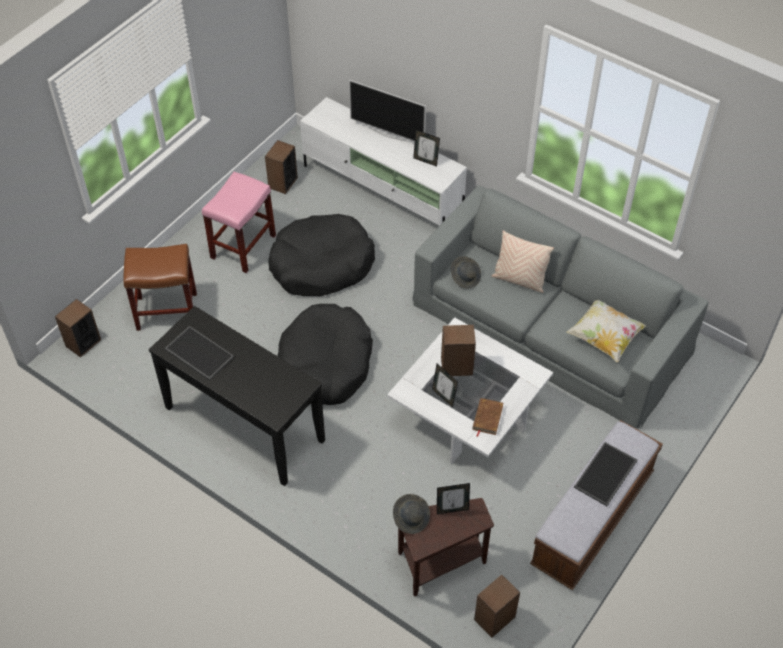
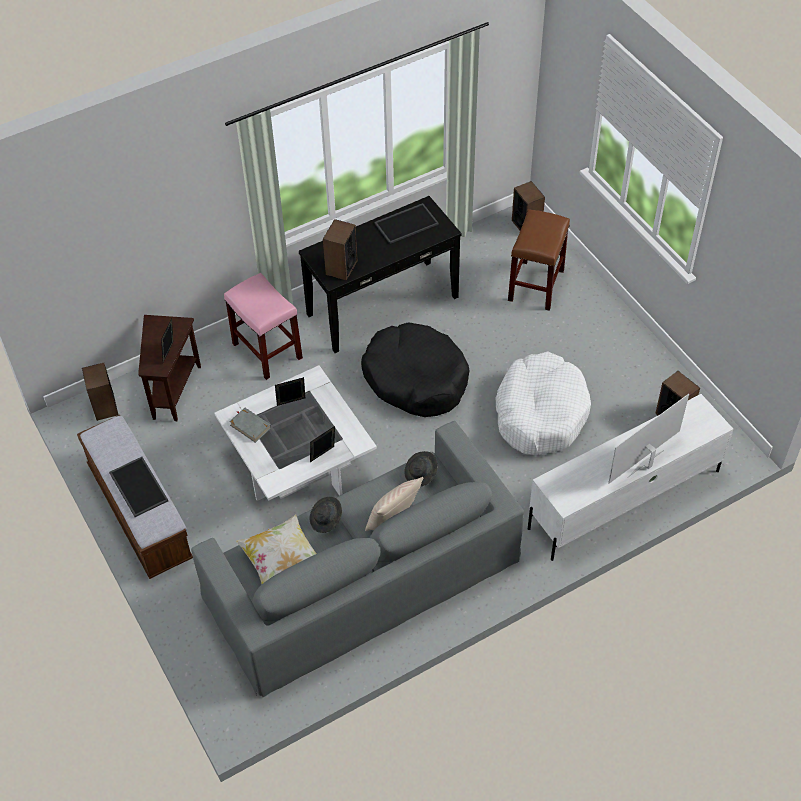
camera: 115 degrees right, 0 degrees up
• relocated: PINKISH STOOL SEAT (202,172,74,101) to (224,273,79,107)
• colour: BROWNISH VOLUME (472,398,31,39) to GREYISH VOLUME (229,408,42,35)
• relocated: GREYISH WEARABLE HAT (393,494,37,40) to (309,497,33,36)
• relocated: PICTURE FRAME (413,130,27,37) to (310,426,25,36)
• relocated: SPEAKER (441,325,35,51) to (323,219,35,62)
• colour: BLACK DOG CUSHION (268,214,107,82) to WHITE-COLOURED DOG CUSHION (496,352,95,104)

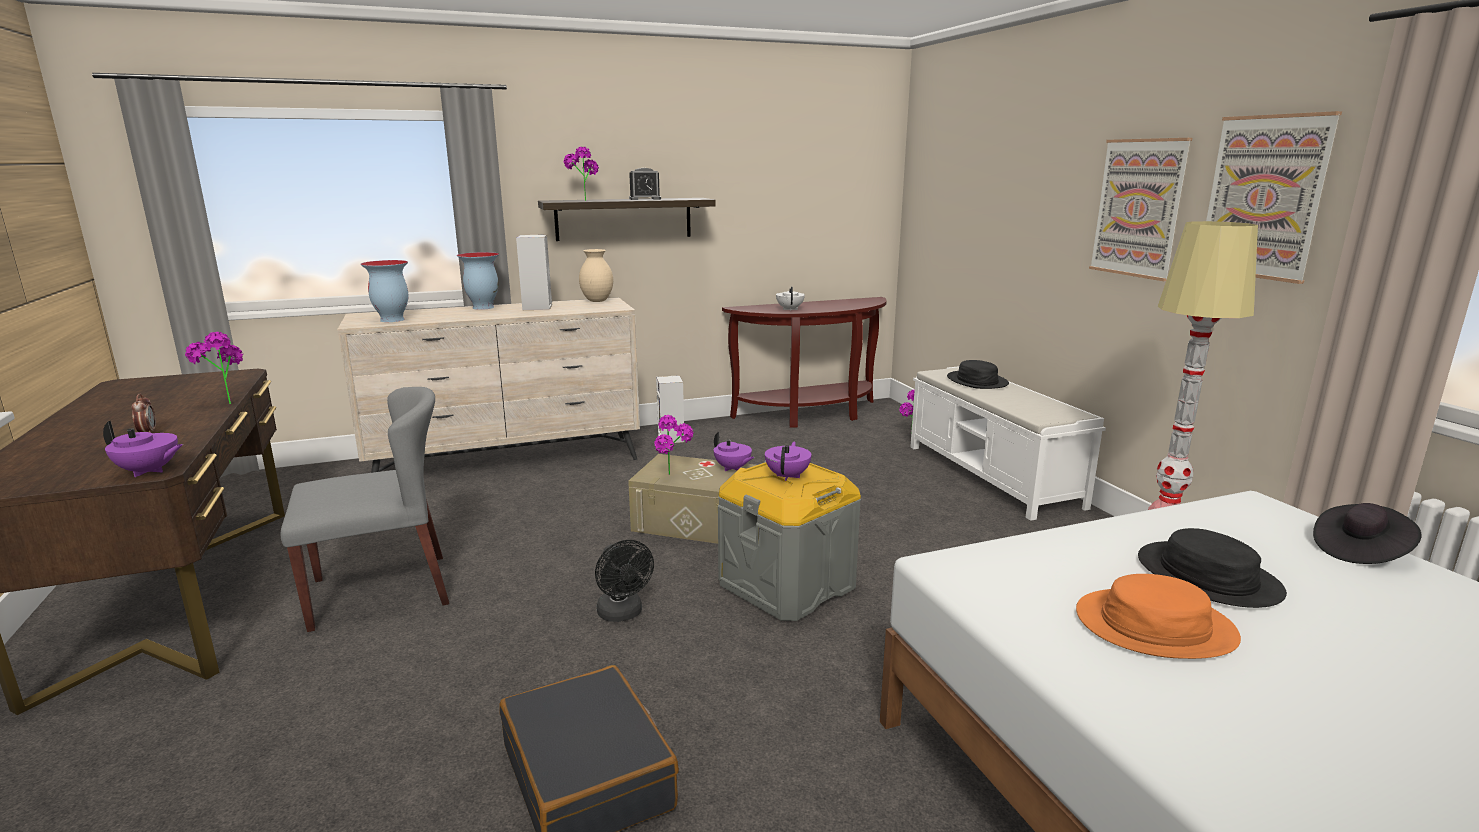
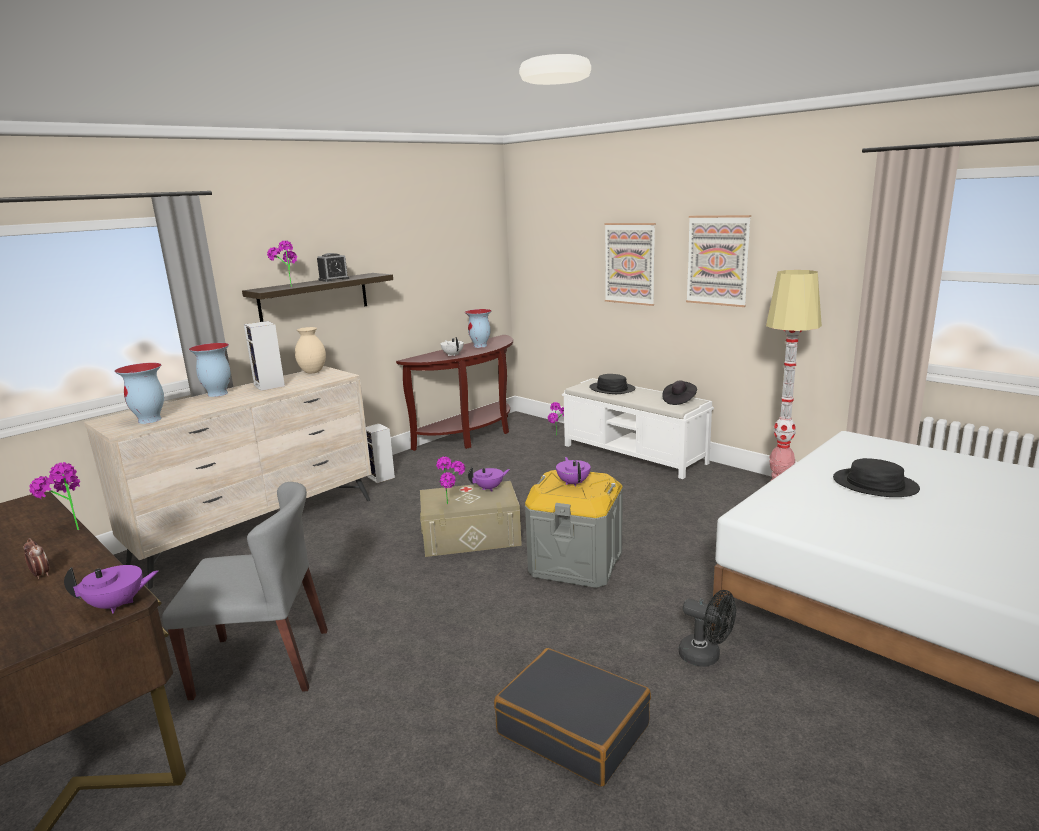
camera: 25 degrees left, 0 degrees up
• spun: GREYISH CHAIR (280,387,169,245) = (162,482,166,218) 45 degrees clockwise
• appeared: FLOWER VASE (465,309,26,39)
• spun: PURPLISH TEAPOT (714,432,40,39) = (468,467,42,24) 45 degrees counterclockwise
• relocated: PICTURE (1206,111,136,173) to (604,223,52,83)
• relocated: BLACK WEARABLE HAT (1313,503,109,61) to (662,381,35,24)
• relocated: BLACK COOLING FAN (595,540,59,82) to (679,590,57,77)
• missing: ORANGEY WEARABLE HAT (1076,574,165,85)

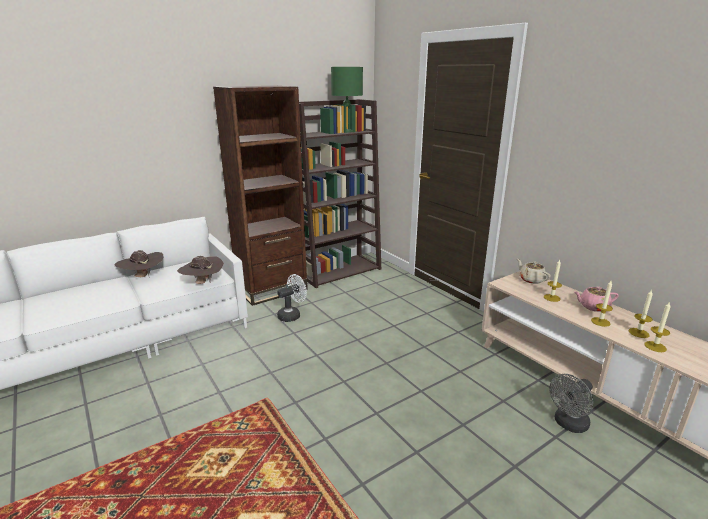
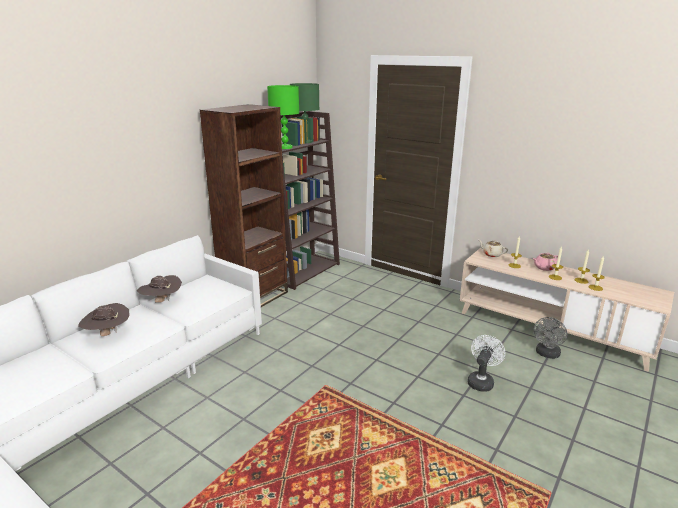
camera: 20 degrees left, 0 degrees up
• relocated: BROWNISH WEARABLE HAT (177,256,47,28) to (78,303,51,33)
• appeared: GREENISH TABLETOP LAMP (267,85,32,64)
• relocated: WHITE-COLOURED COOLING FAN (277,274,30,48) to (468,335,37,57)

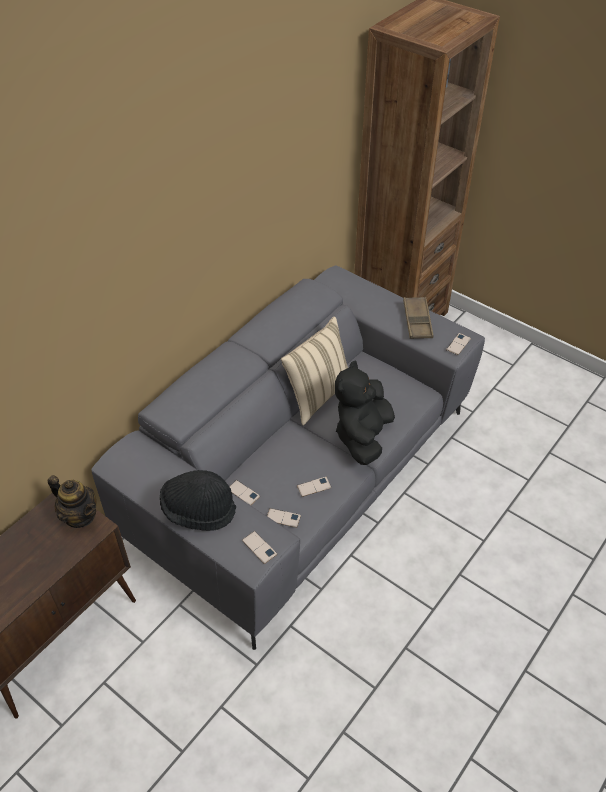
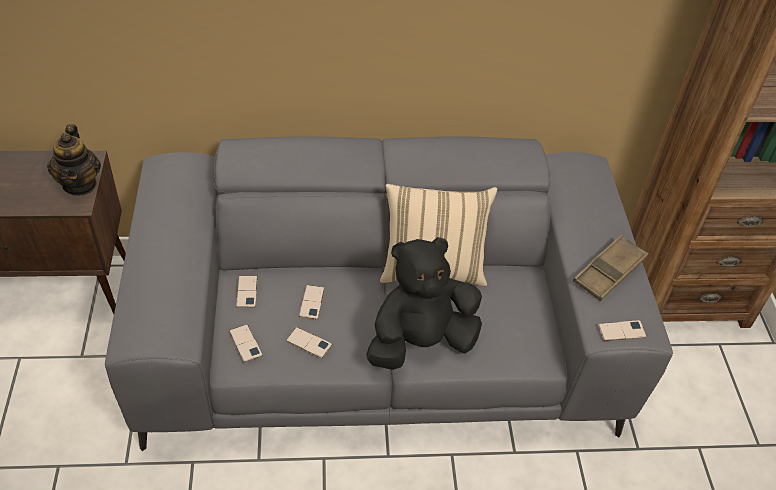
camera: 45 degrees right, 0 degrees up
• relocated: TELEPHONE (242,531,35,33) to (299,285,26,34)
• missing: BLACK WEARABLE HAT (160,470,76,61)

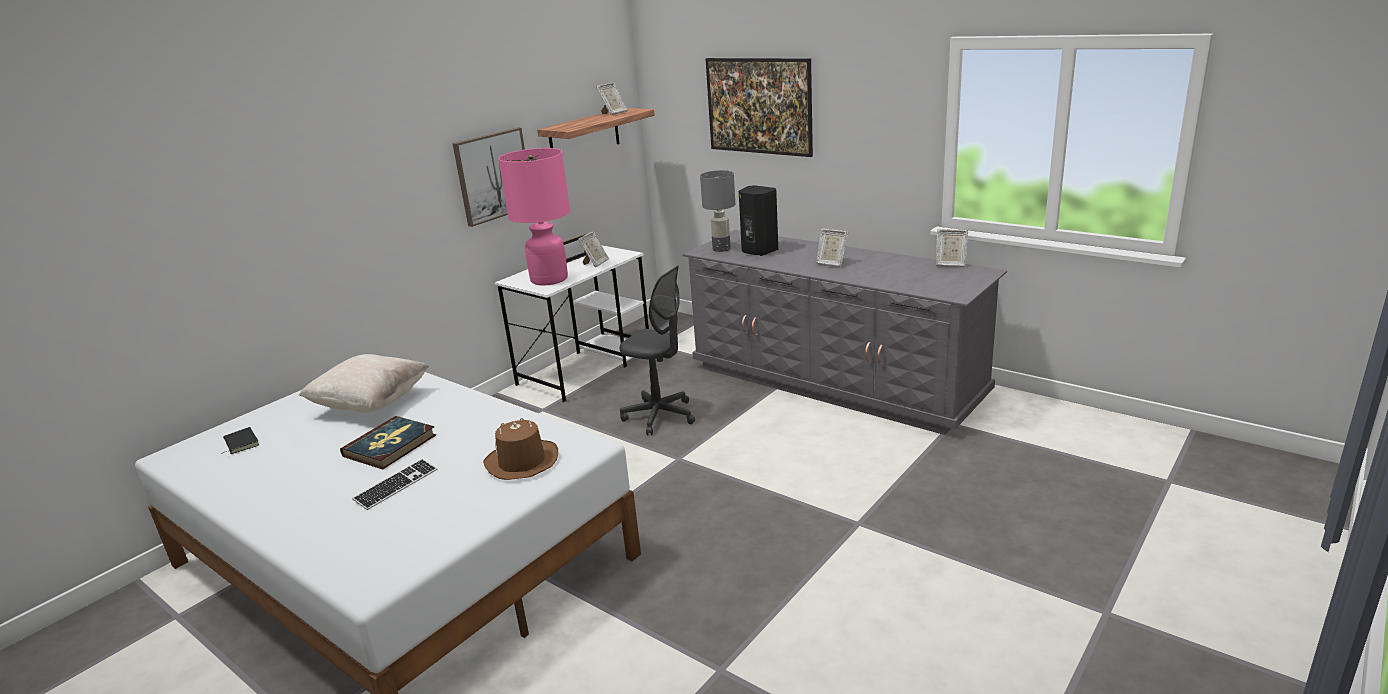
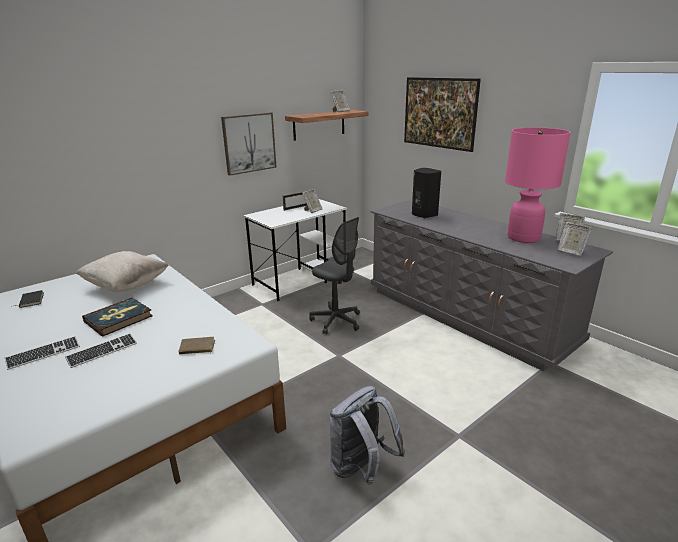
camera: 10 degrees right, 0 degrees up
• appeared: KEYBOARD (5,336,75,34)
• exchanged: BROWNISH WEARABLE HAT (483,418,75,62) to BROWNISH VOLUME (179,337,36,17)
• appeared: GREYISH RUCKSACK (330,386,75,99)
• relocated: PINKISH TABLETOP LAMP (498,148,72,137) to (505,127,66,116)
• relocated: PICTURE FRAME (816,228,32,39) to (558,222,34,35)
• missing: GREYISH TABLETOP LAMP (700,170,35,82)

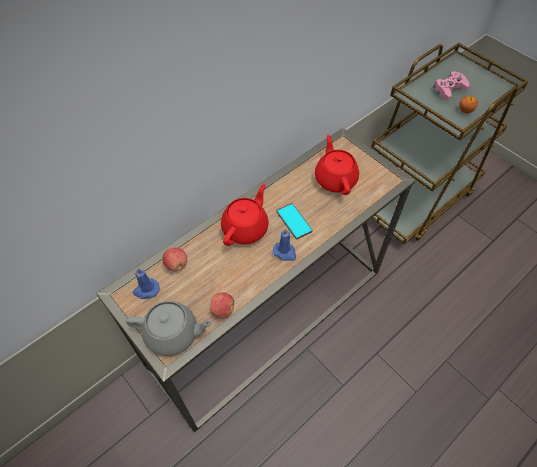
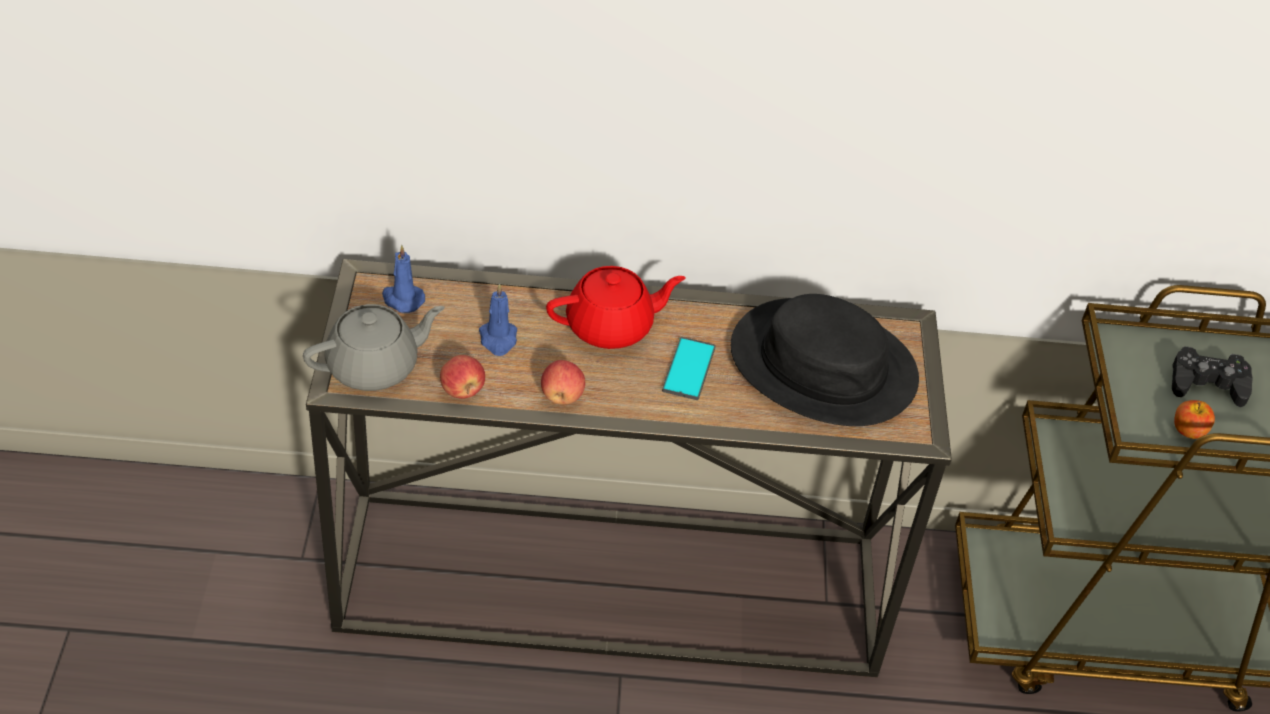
camera: 40 degrees right, 10 degrees down
• spun: GREYISH TEAPOT (126,301,88,55) = (303,304,142,87) 75 degrees counterclockwise
• relocated: BLUISH WAX LIGHT (273,229,23,32) to (479,283,38,73)
• relocated: APPLE (163,247,24,24) to (541,360,44,45)
• exchanged: RED-COLOURED TEAPOT (315,135,44,60) to BLACK WEARABLE HAT (731,294,188,132)
• colour: PINKISH JOYPAD (433,71,37,30) to BLACK JOYPAD (1172,346,81,61)

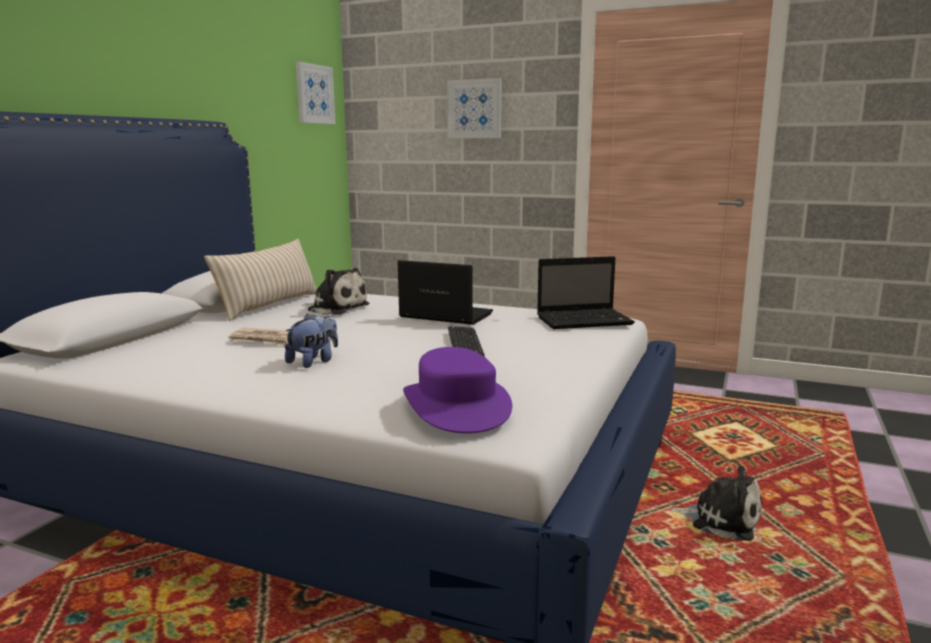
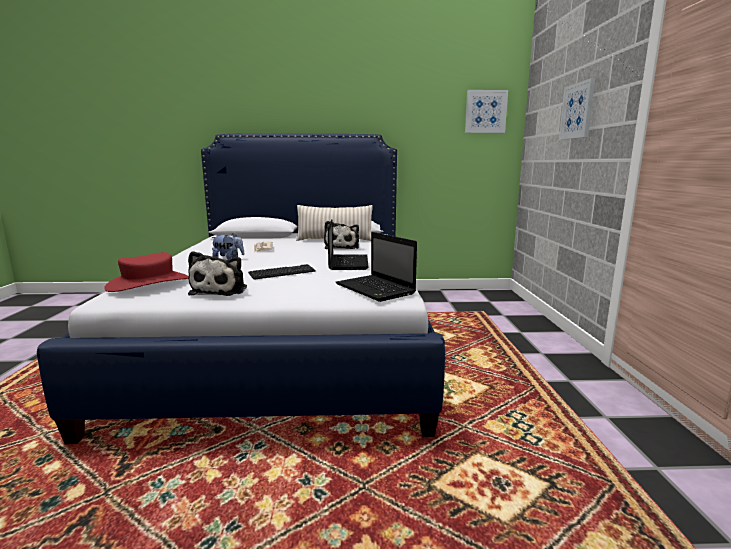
camera: 65 degrees right, 0 degrees up
• colour: PURPLISH WEARABLE HAT (403,347,109,86) to RED-COLOURED WEARABLE HAT (104,252,85,40)
• relocated: PLUSH TOY (669,466,93,75) to (188,251,59,45)

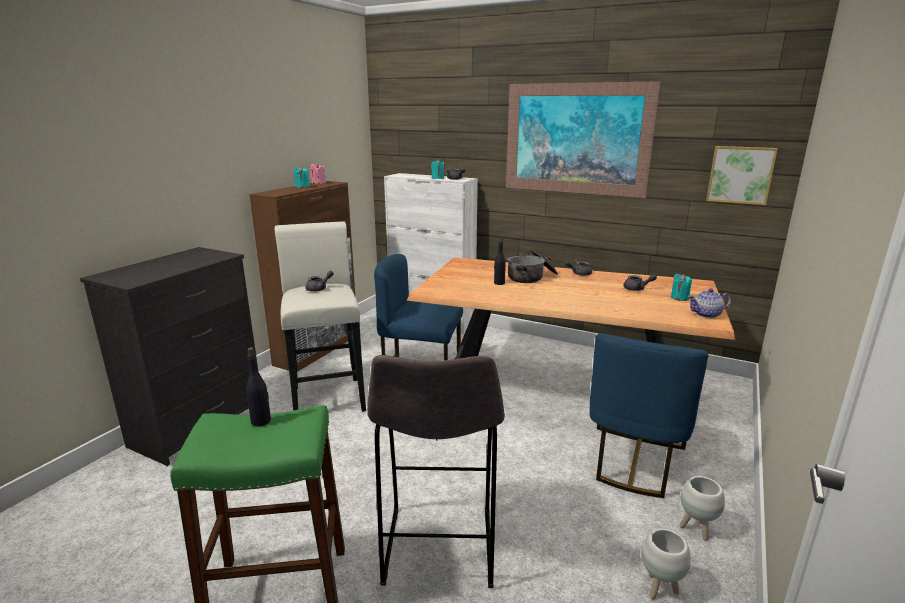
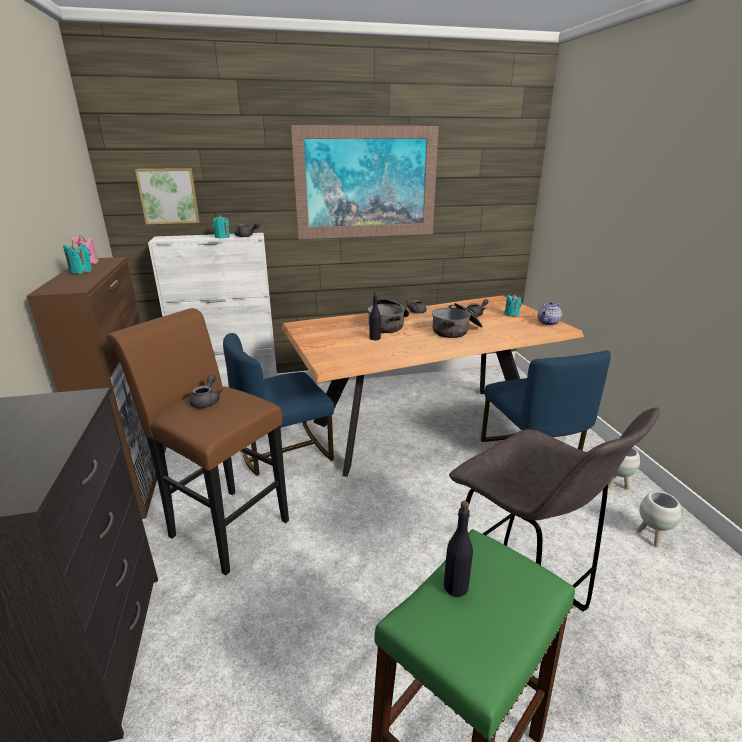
camera: 40 degrees left, 5 degrees up
• colour: WHITE-COLOURED STOOL SEAT (275,221,91,191) to BROWNISH STOOL SEAT (106,308,183,267)
• relocated: PICTURE (706,146,72,59) to (135,168,65,56)
• appeared: COOKING POT (432,303,50,35)

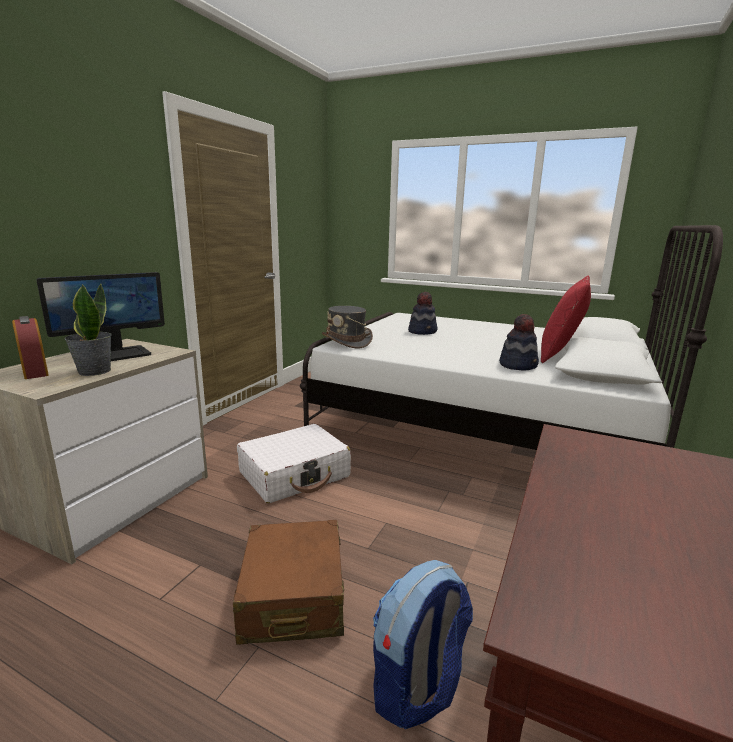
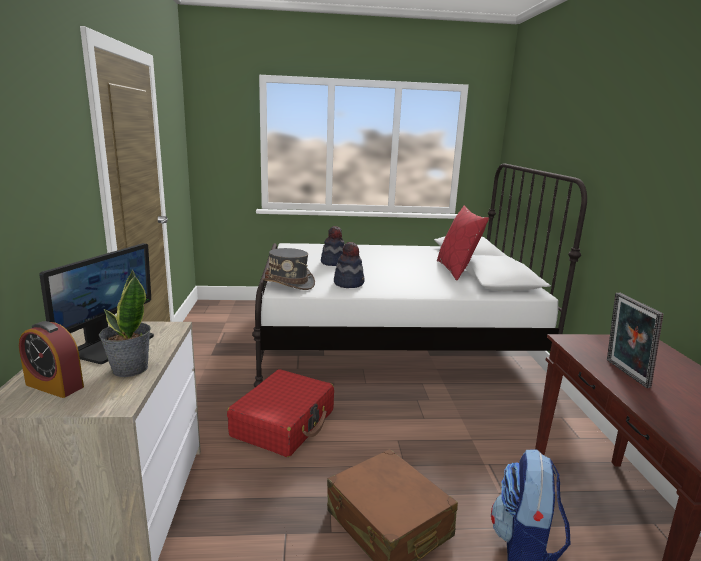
camera: 30 degrees left, 0 degrees up
• colour: WHITE-COLOURED TRAVEL CASE (237,424,114,79) to RED-COLOURED TRAVEL CASE (227,369,107,88)
• relocated: WEARABLE HAT (499,314,40,56) to (334,242,31,46)
• appeared: PICTURE FRAME (607,293,56,95)

